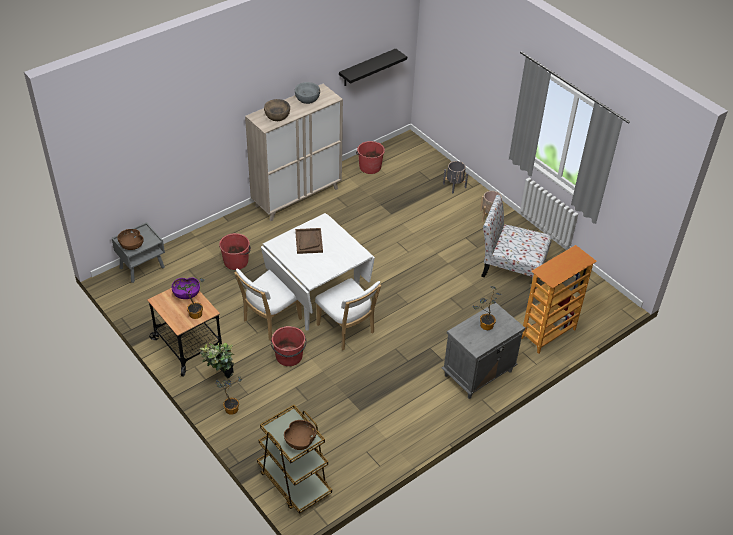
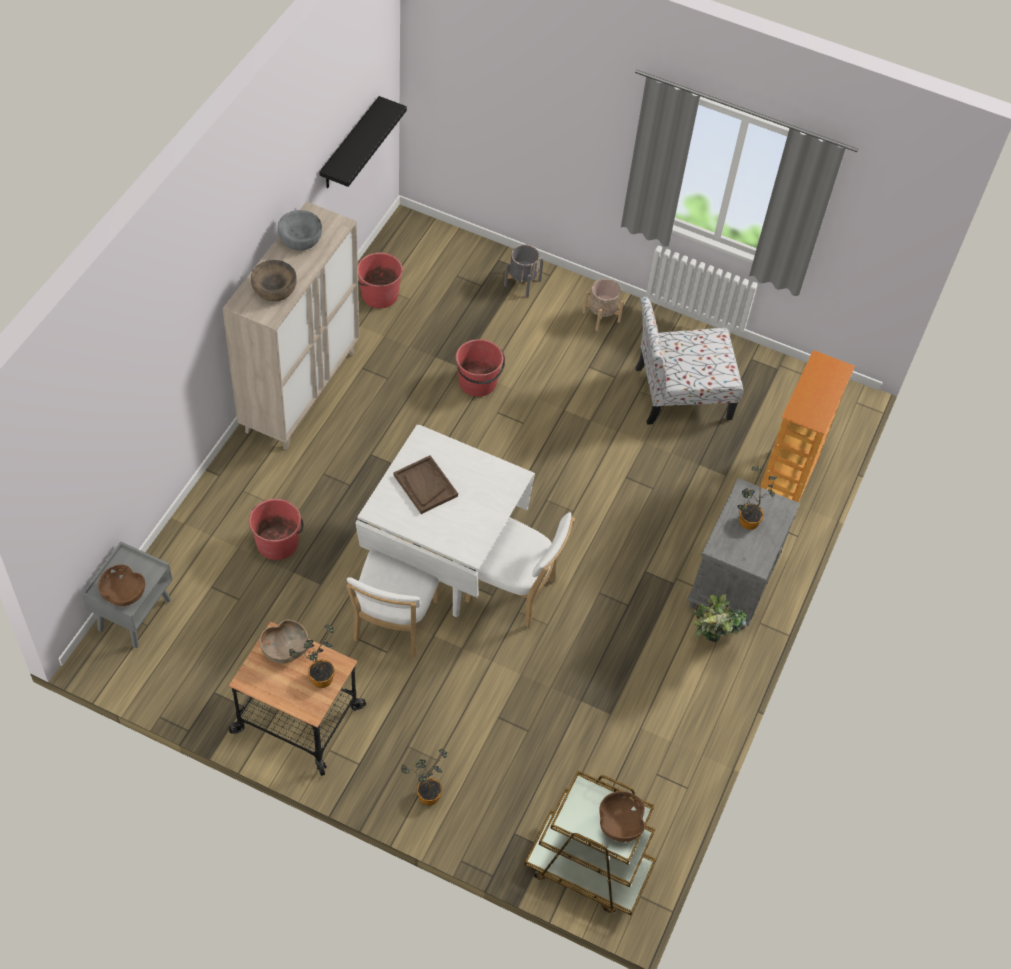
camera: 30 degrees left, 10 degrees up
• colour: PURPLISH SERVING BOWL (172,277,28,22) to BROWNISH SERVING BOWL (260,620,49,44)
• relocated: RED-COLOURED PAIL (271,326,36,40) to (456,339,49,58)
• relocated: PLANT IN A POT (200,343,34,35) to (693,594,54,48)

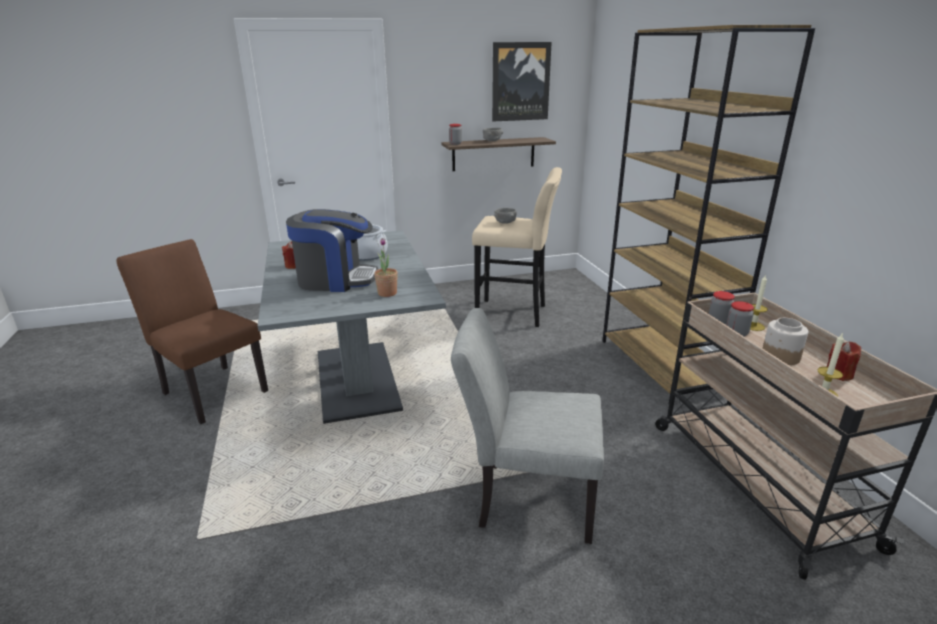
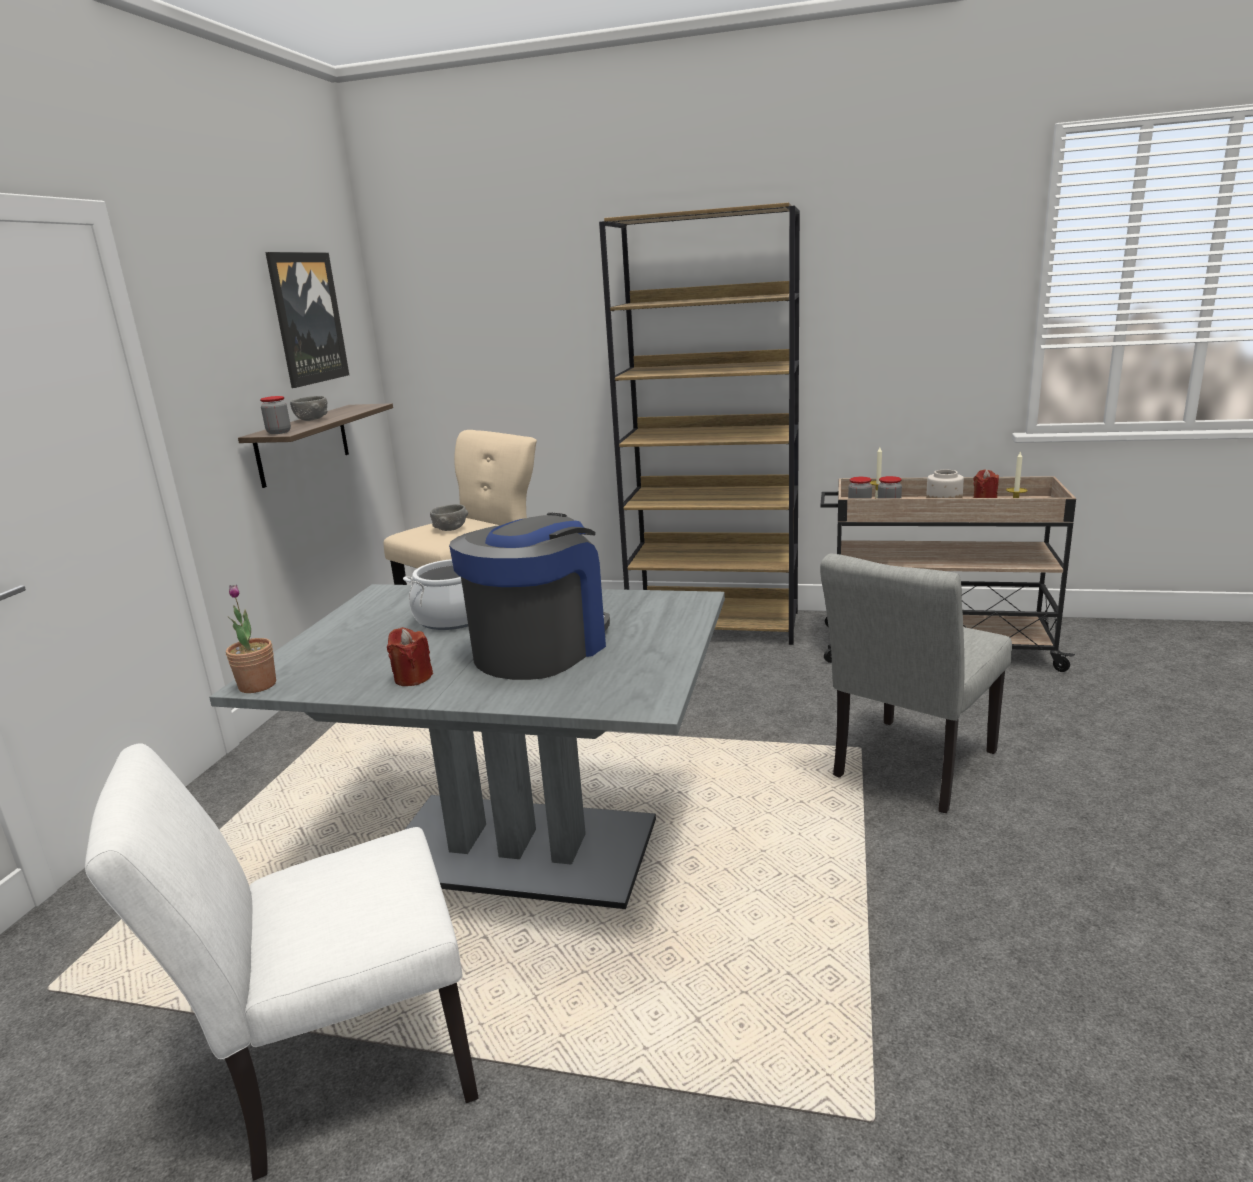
camera: 60 degrees left, 5 degrees down
• colour: BROWNISH CHAIR (117,239,151,185) to WHITE-COLOURED CHAIR (85,743,394,438)
• relocated: PLANT IN A POT (374,238,24,59) to (226,584,50,109)

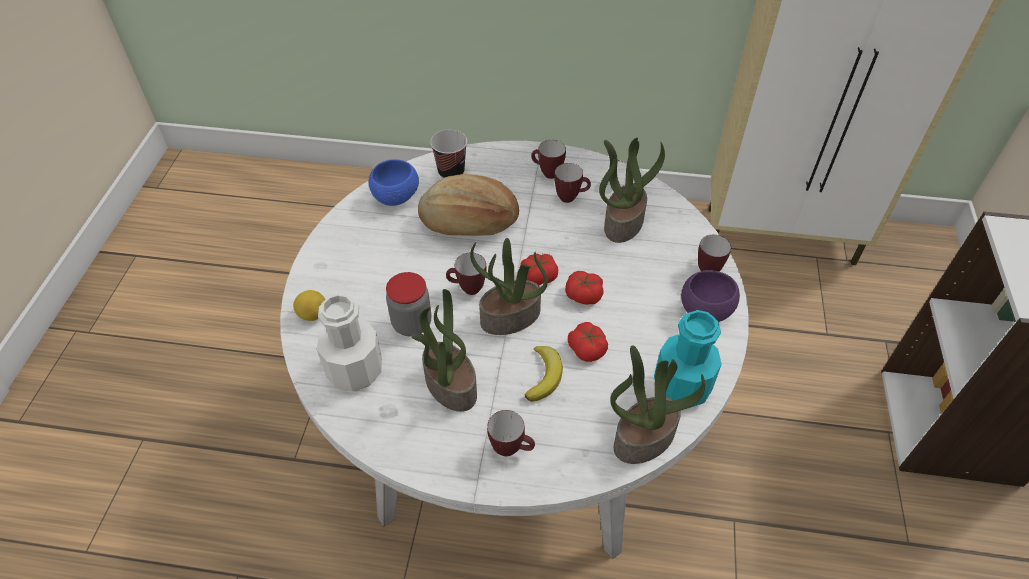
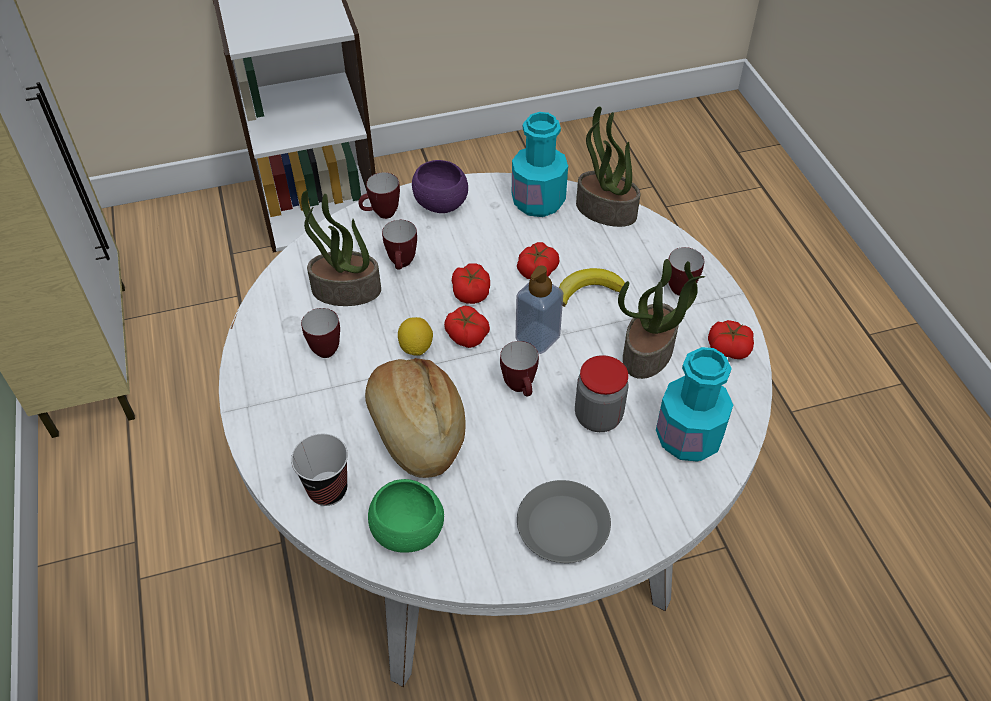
camera: 115 degrees left, 0 degrees up
• colour: BLUISH SERVING BOWL (369,159,50,47) to GREENISH SERVING BOWL (368,479,76,74)
• relocated: TEA MUG (531,140,35,39) to (382,220,35,49)
• relocated: CITRUS FRUIT (293,290,32,31) to (398,317,35,39)
• exchanged: PLANT IN A POT (470,238,78,97) to LIQUID SOAP BOTTLE (515,265,48,89)
• appeared: GREYISH FLAT DISH (517,480,94,83)
• colour: WHITE-COLOURED DRINK BOTTLE (317,294,65,98) to BLUE-GREEN DRINK BOTTLE (656,347,77,115)
• appeared: TOMATO (708,320,46,39)

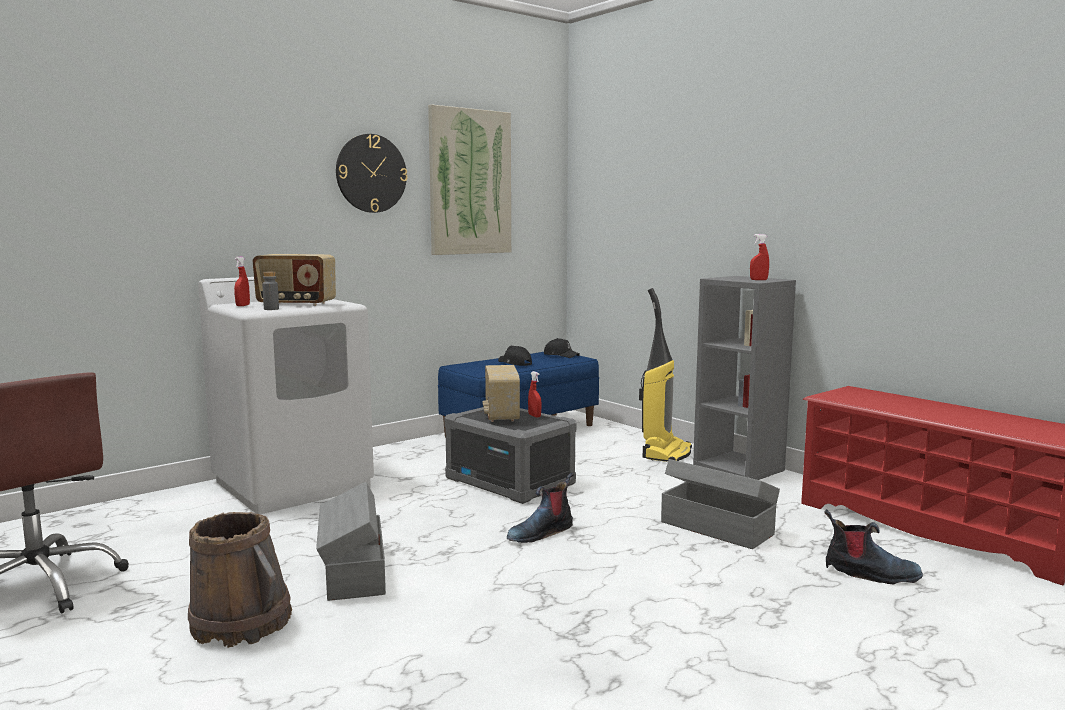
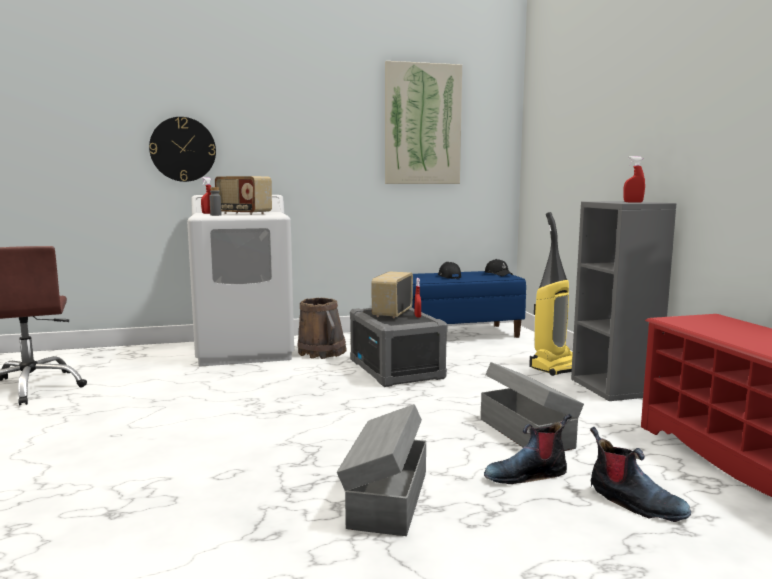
camera: 25 degrees right, 0 degrees up
• relocated: CLOCK ON THE WALL (336,134,72,79) to (149,117,67,65)
• relocated: BROWNISH PAIL (188,512,104,136) to (297,297,49,62)
• relocated: GREYISH STORAGE CONTAINER (316,482,70,119) to (337,404,89,132)
• relocated: HIGH-TOP BOOT (507,473,67,70) to (484,414,88,70)

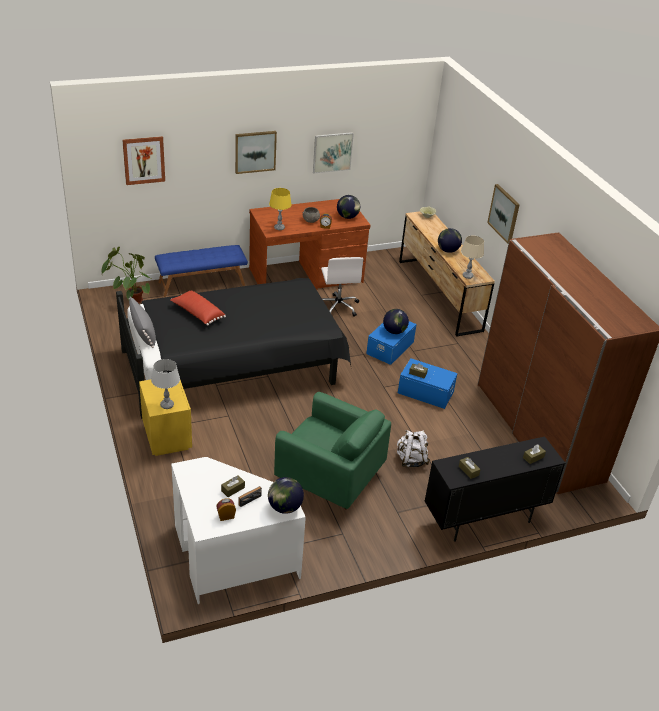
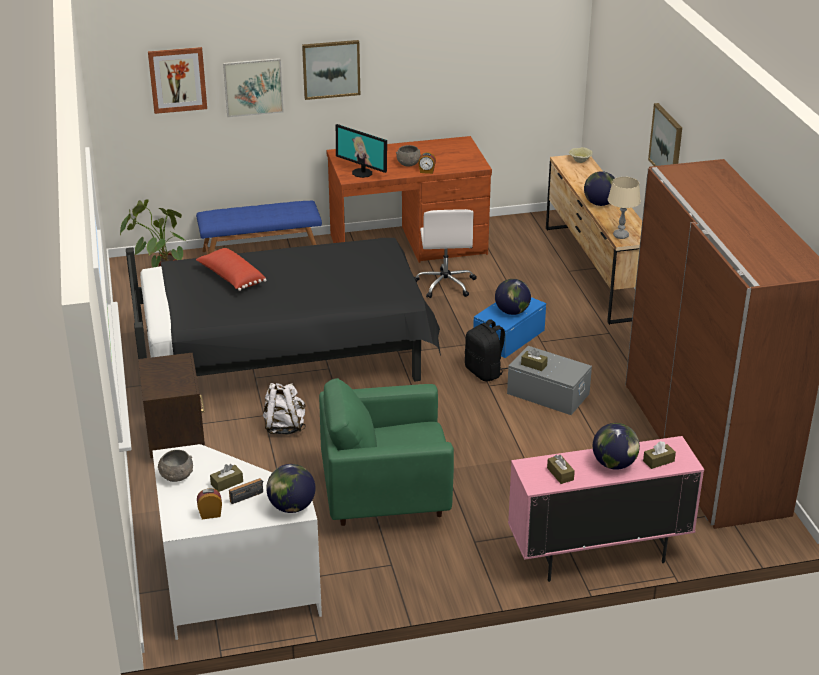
camera: 10 degrees right, 5 degrees down
• colour: YELLOW-COLOURED NIGHT TABLE (139,379,53,77) to BROWNISH NIGHT TABLE (138,353,67,105)
• appeared: GREYISH SERVING BOWL (158,450,35,32)
• relocated: PICTURE (313,132,41,42) to (223,58,61,59)
• relocated: WHITE-COLOURED RUCKSACK (397,430,33,37) to (263,383,43,52)
• spun: GREENISH EASY CHAIR (274,392,117,117) = (319,378,135,148) 135 degrees clockwise
• exchanged: YELLOW-COLOURED TABLETOP LAMP (269,188,23,42) to MONITOR (336,124,51,54)
• appeared: BLACK RUCKSACK (465,319,43,62)
• colour: BLUISH STORAGE CONTAINER (398,358,60,51) to GREYISH STORAGE CONTAINER (507,346,85,69)
• colour: BLACK STORAGE CABINET (425,436,140,106) to PINKISH STORAGE CABINET (508,436,196,146)
• relocated: DESK GLOBE (337,195,23,24) to (593,423,47,47)
• missing: GREYISH THROW PILLOW (129,297,27,51)
• missing: GREYISH TABLETOP LAMP (151,359,29,50)

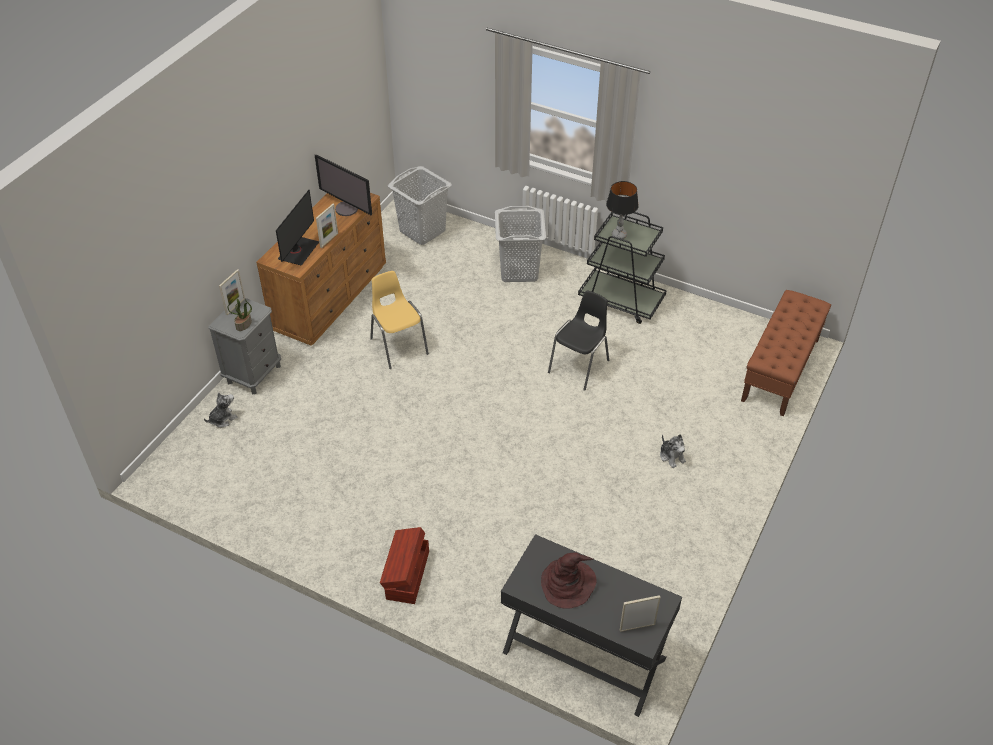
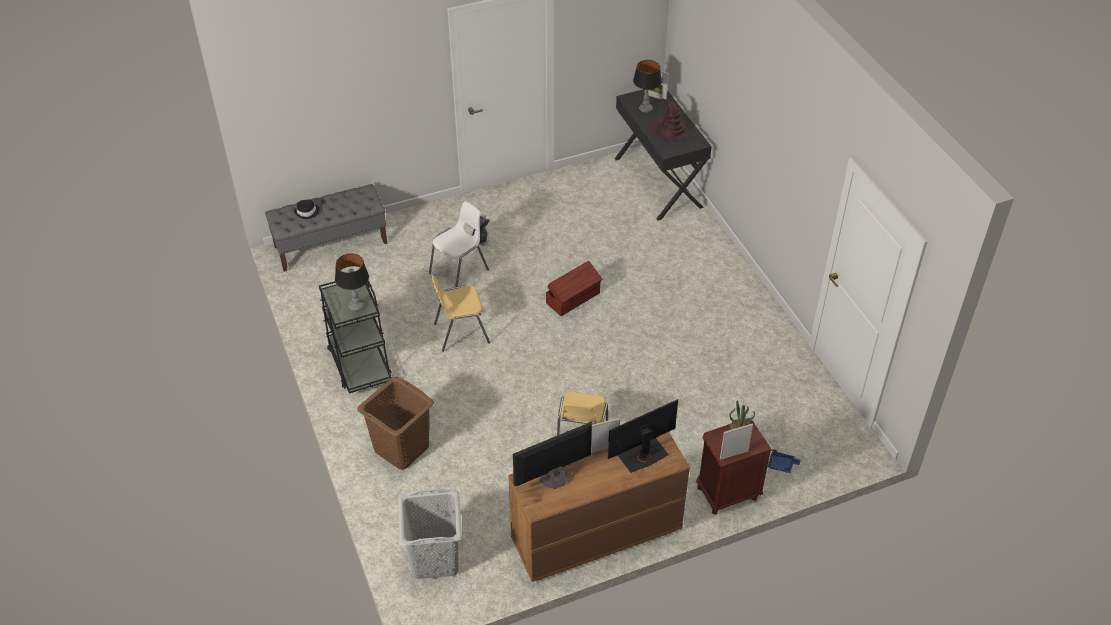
camera: 140 degrees left, 0 degrees up
• colour: BROWNISH BENCH (741,290,90,127) to GREYISH BENCH (265,184,123,88)
• appeared: BLACK WEARABLE HAT (294,199,26,20)
• colour: GREYISH LAUNDRY BASKET (495,206,51,76) to BROWNISH LAUNDRY BASKET (357,377,77,93)
• appeared: WHITE-COLOURED CHAIR (429,201,60,86)
• colour: BLACK CHAIR (548,291,61,100) to YELLOW-COLOURED CHAIR (431,275,59,77)
• spun: MONITOR (315,155,57,61) = (513,422,79,67) 105 degrees counterclockwise
• relocated: BROWNISH STORAGE CONTAINER (380,527,49,77) to (546,261,56,55)
• appeared: TABLETOP LAMP (633,60,29,53)
• colour: GREYISH NIGHT TABLE (208,298,73,97) to BROWNISH NIGHT TABLE (696,418,76,97)
• exchanged: PLUSH TOY (204,392,34,36) to BLUISH SERVING TRAY (767,449,34,24)

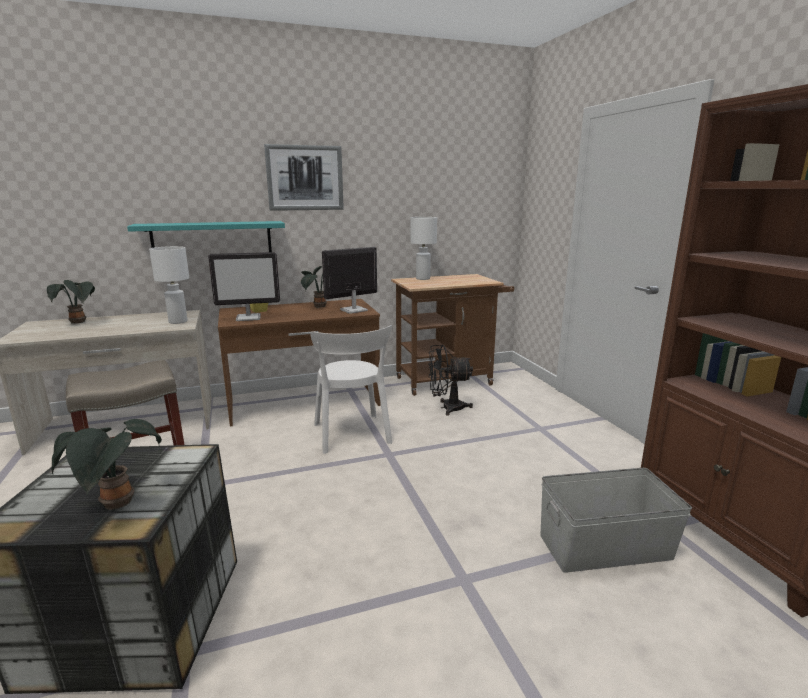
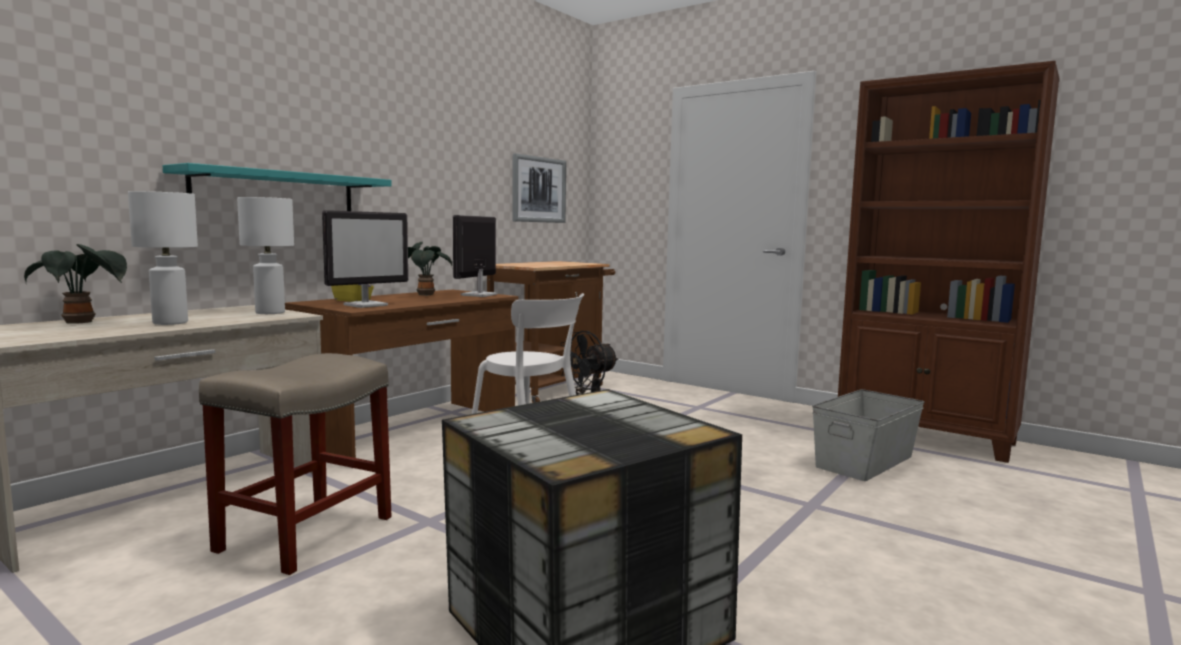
camera: 35 degrees left, 10 degrees down
• relocated: WHITE-COLOURED TABLETOP LAMP (411,217,26,63) to (128,191,70,134)
• relocated: PICTURE (264,144,80,67) to (512,153,54,70)
• missing: PLANT IN A POT (51,419,111,91)

